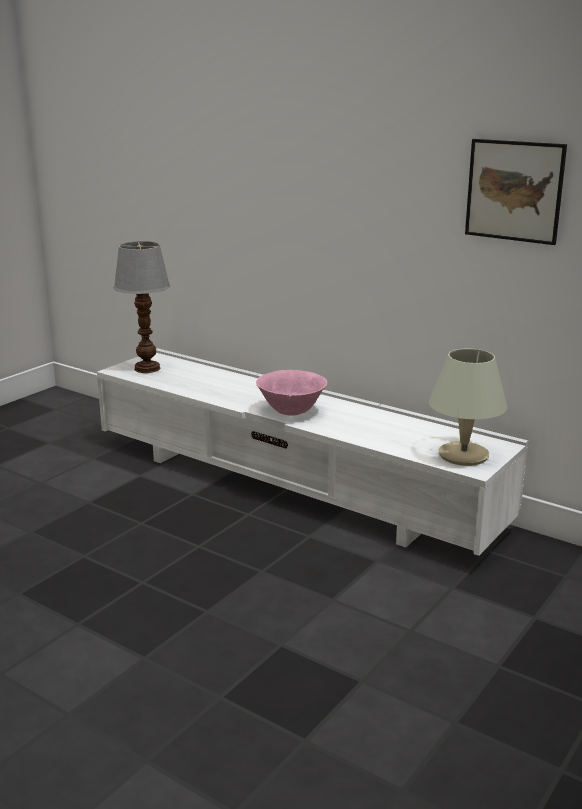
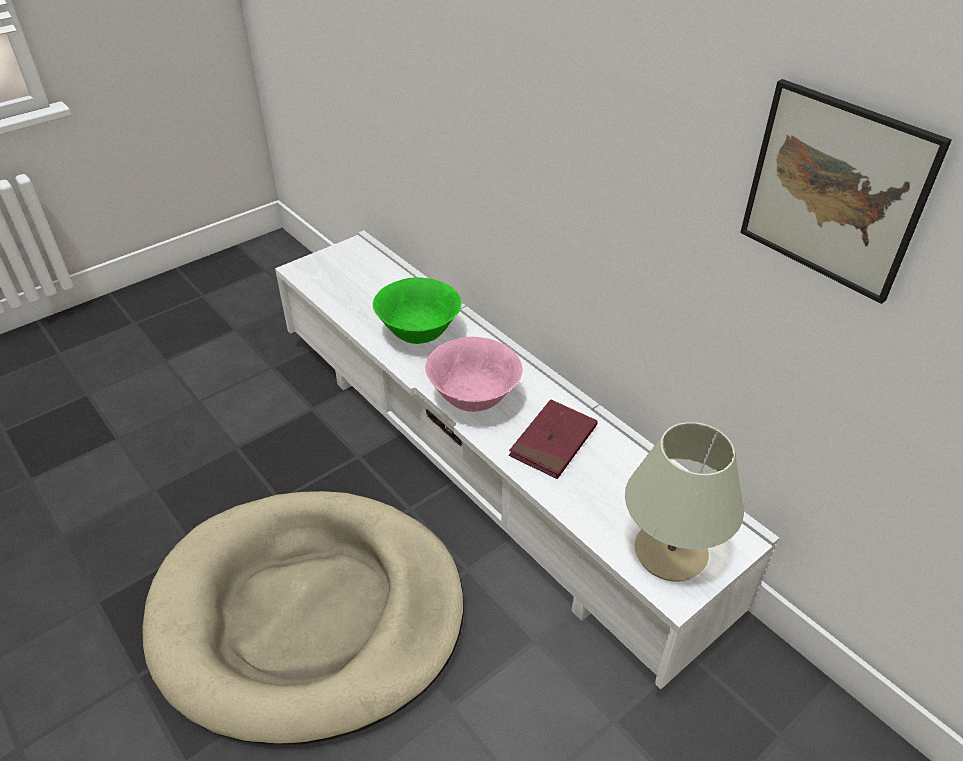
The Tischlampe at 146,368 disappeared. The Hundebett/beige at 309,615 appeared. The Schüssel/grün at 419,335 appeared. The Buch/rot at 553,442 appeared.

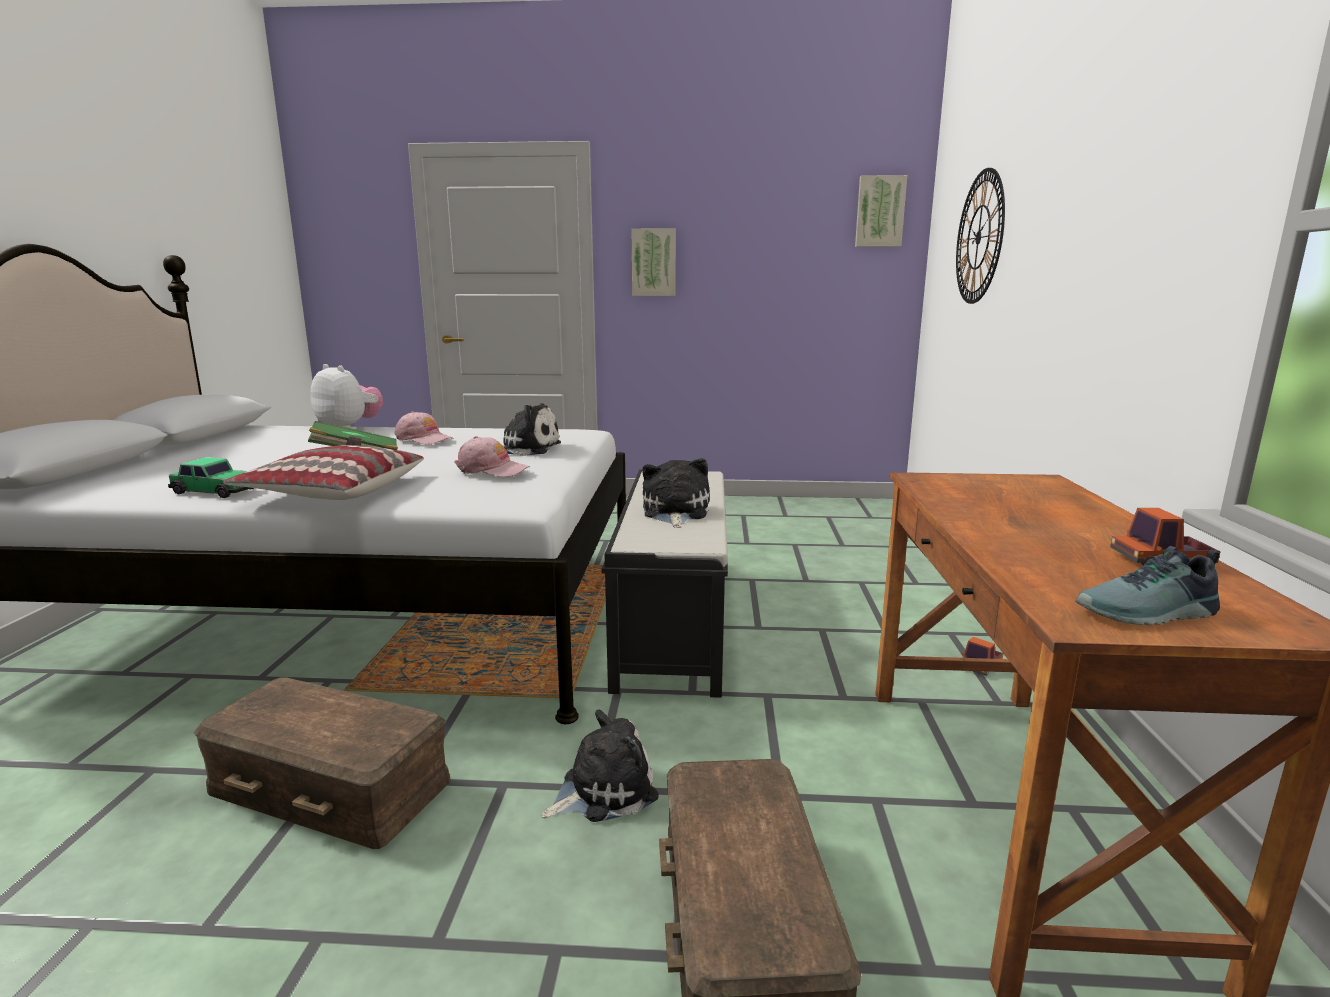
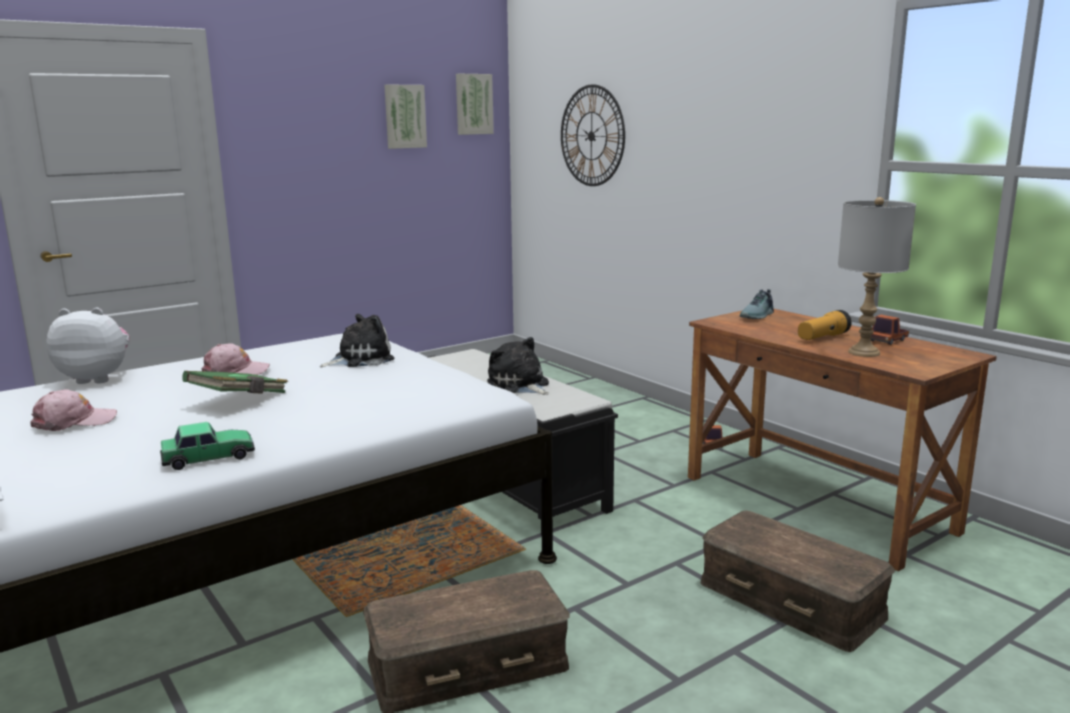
The Kissen at 332,491 disappeared. The Kappe/rosa moved from 492,470 to 74,421. The Plüschtier at 603,790 disappeared. The Bild moved from 653,262 to 404,116. The Schuh moved from 1150,614 to 758,316. The Taschenlampe at 822,337 appeared. The Tischlampe/grau at 863,352 appeared.

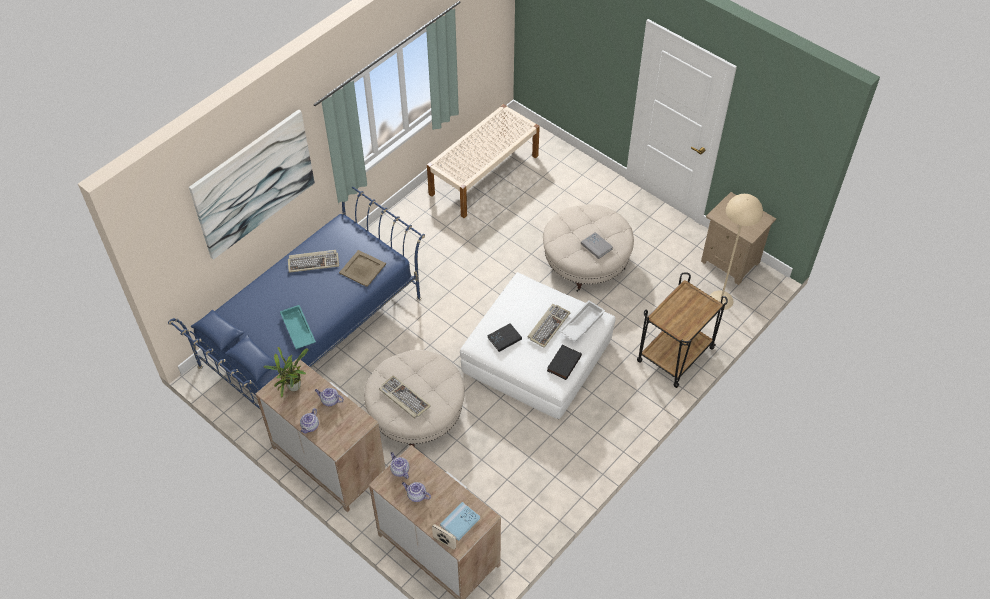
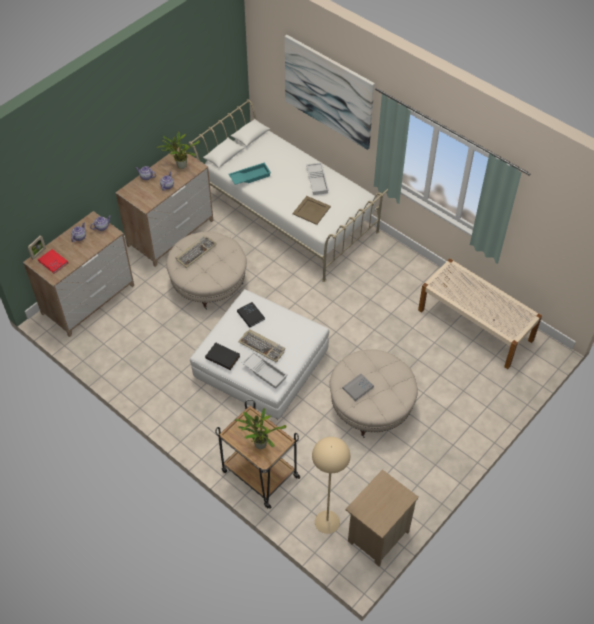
The Bett/blau at 312,332 became the Bett/weiß at 288,215. The Tastatur at 314,262 was replaced by the Tablett/weiß at 317,181. The Buch/blau at 460,522 became the Buch/rot at 53,262. The Topfpflanze at 259,443 appeared.

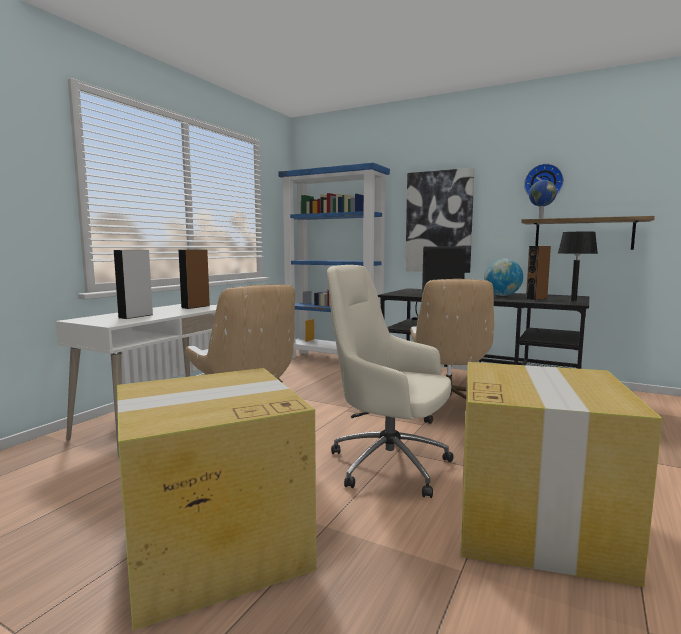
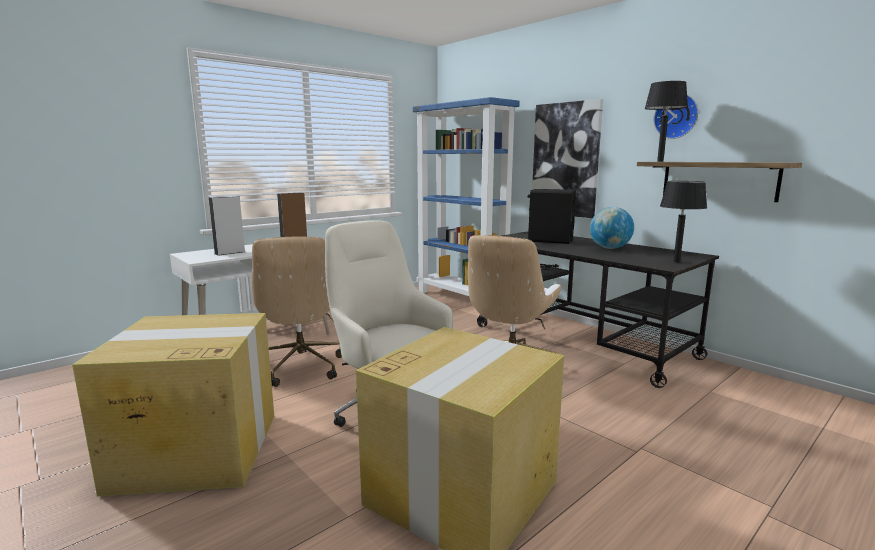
The Lautsprecher/braun at 536,299 disappeared. The Globus at 540,218 was replaced by the Tischlampe/schwarz at 660,161.

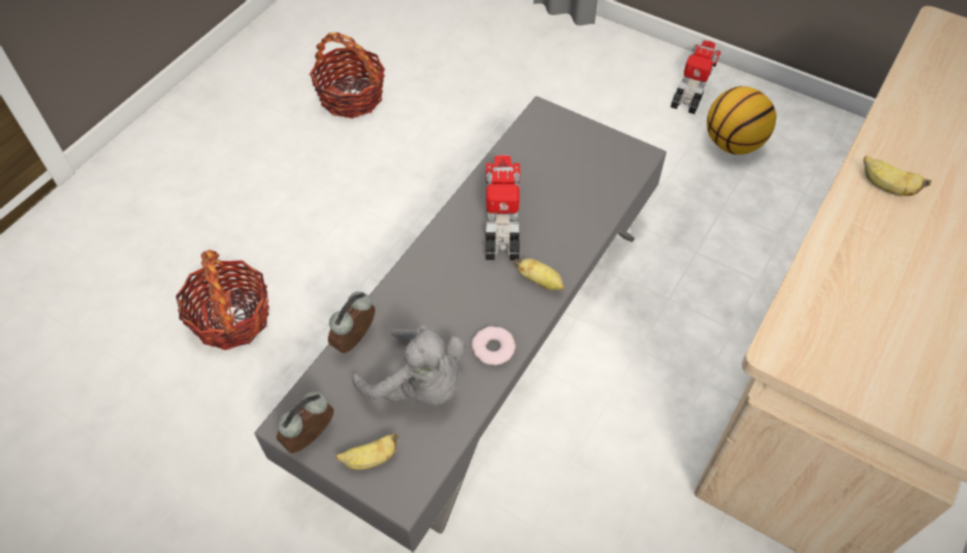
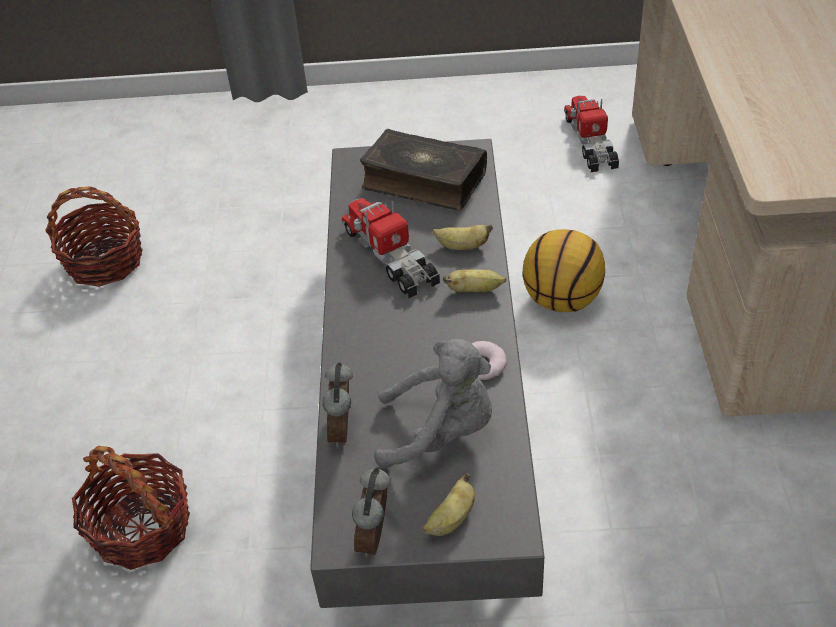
The Spielzeuglaster moved from 694,84 to 590,142. The Basketball moved from 733,143 to 562,299. The Banane moved from 886,187 to 462,246. The Buch at 423,181 appeared.

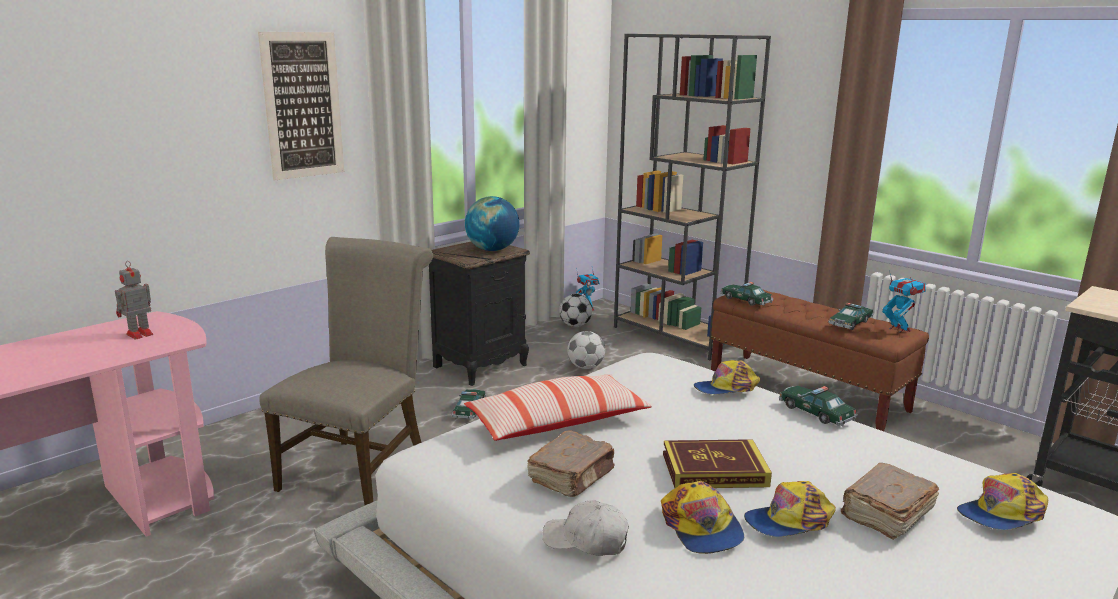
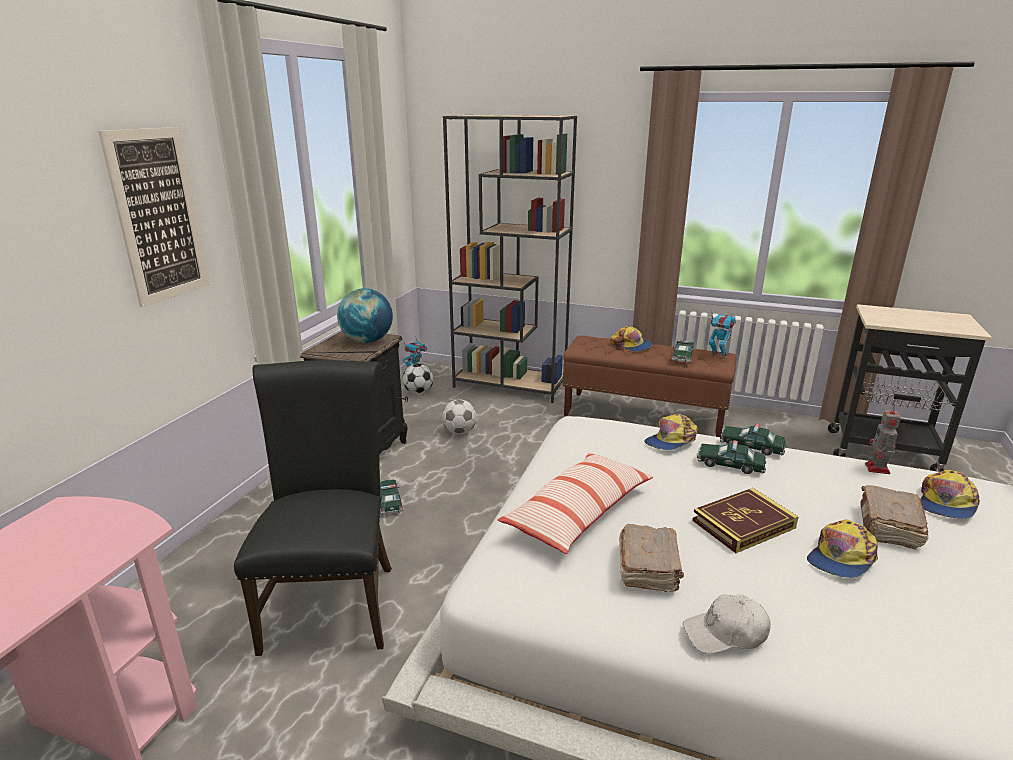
The Spielzeugroboter moved from 138,335 to 877,469. The Stuhl/beige at 360,470 became the Stuhl/schwarz at 332,601. The Kappe moved from 701,527 to 631,345. The Spielzeugauto moved from 745,300 to 730,465.

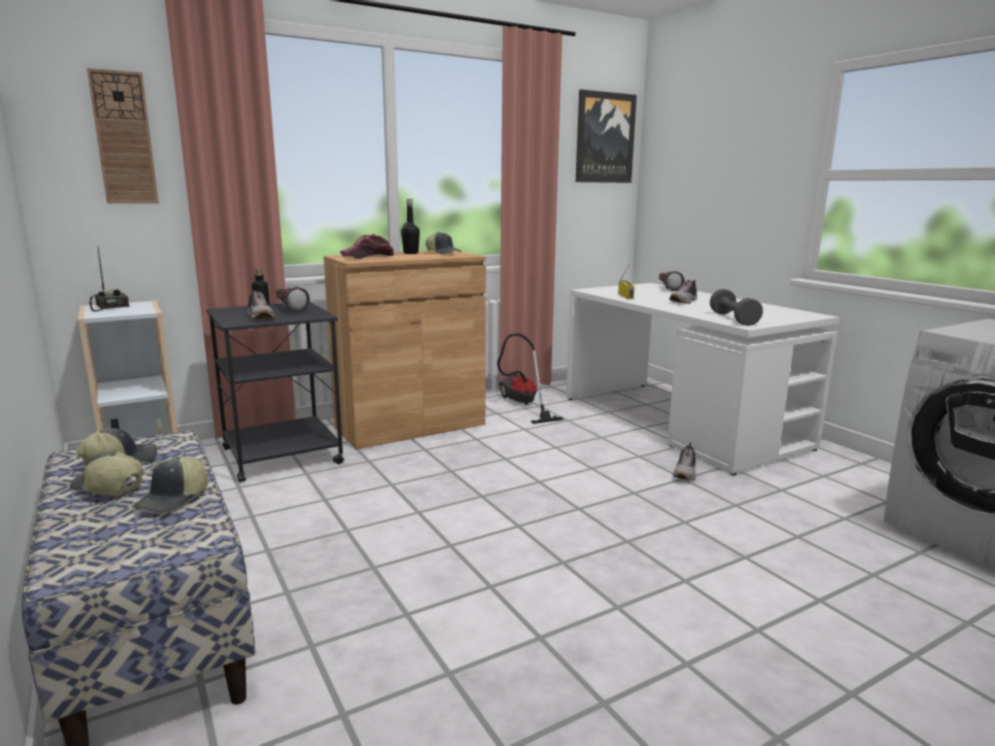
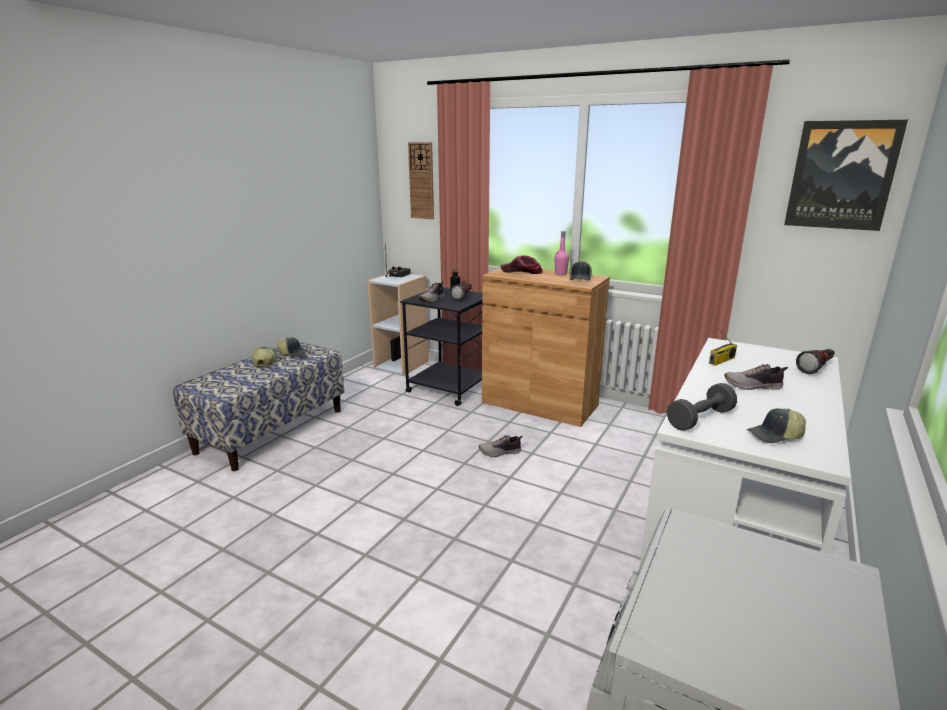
The Kappe moved from 174,499 to 775,436. The Flasche/schwarz at 411,253 became the Flasche/rosa at 560,274. The Staubsauger at 522,404 disappeared. The Schuh moved from 685,473 to 500,452.

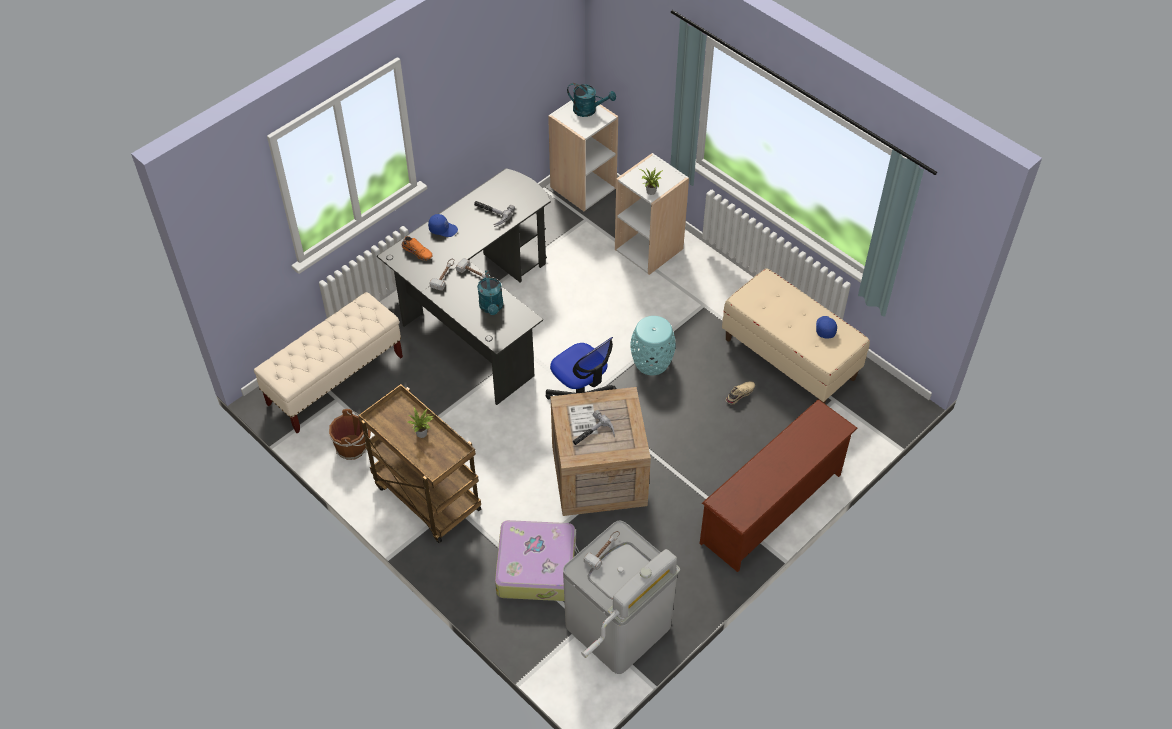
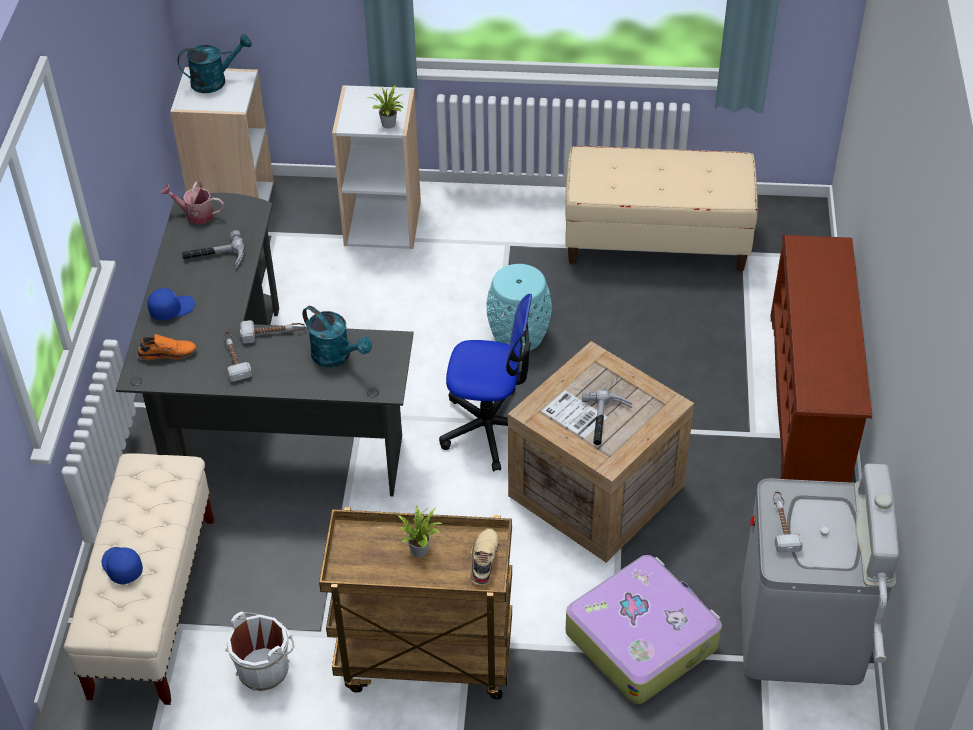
The Eimer/braun at 353,447 became the Eimer/weiß at 265,668. The Schuh/beige moved from 739,394 to 483,560. The Kappe/blau moved from 825,328 to 121,567. The Gießkanne at 196,214 appeared.

